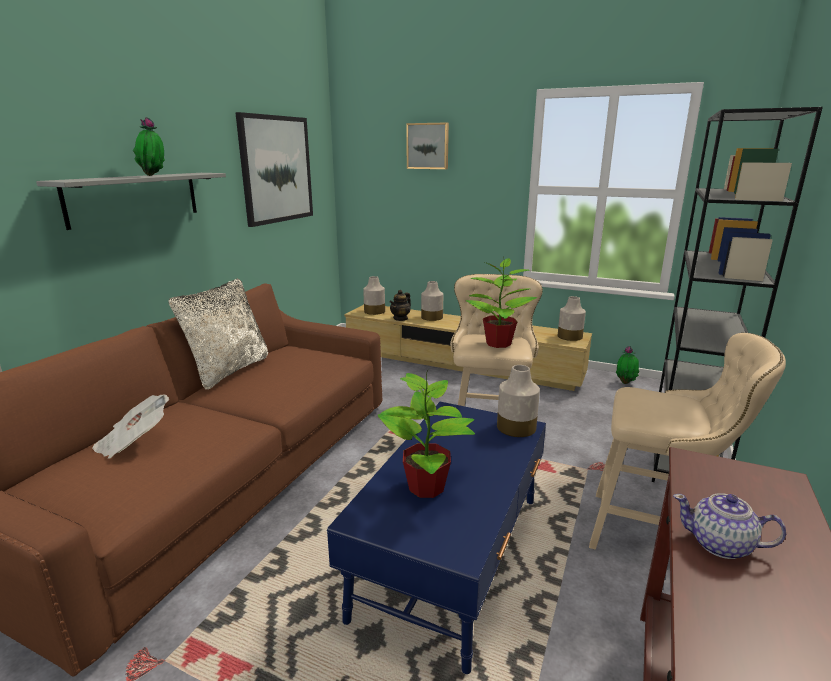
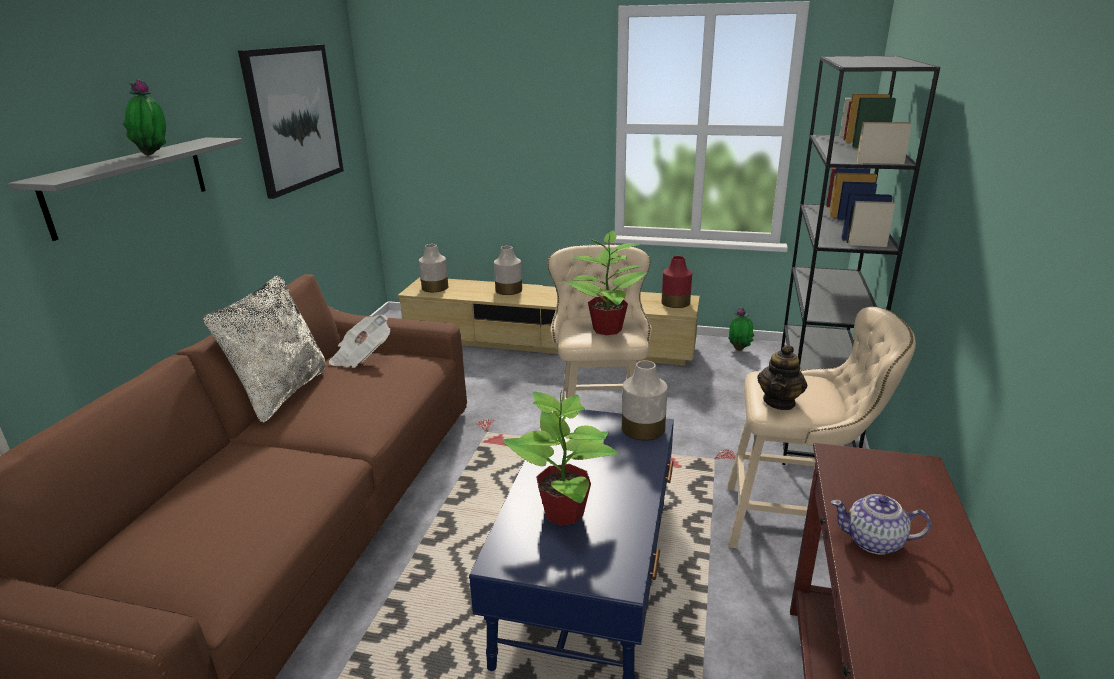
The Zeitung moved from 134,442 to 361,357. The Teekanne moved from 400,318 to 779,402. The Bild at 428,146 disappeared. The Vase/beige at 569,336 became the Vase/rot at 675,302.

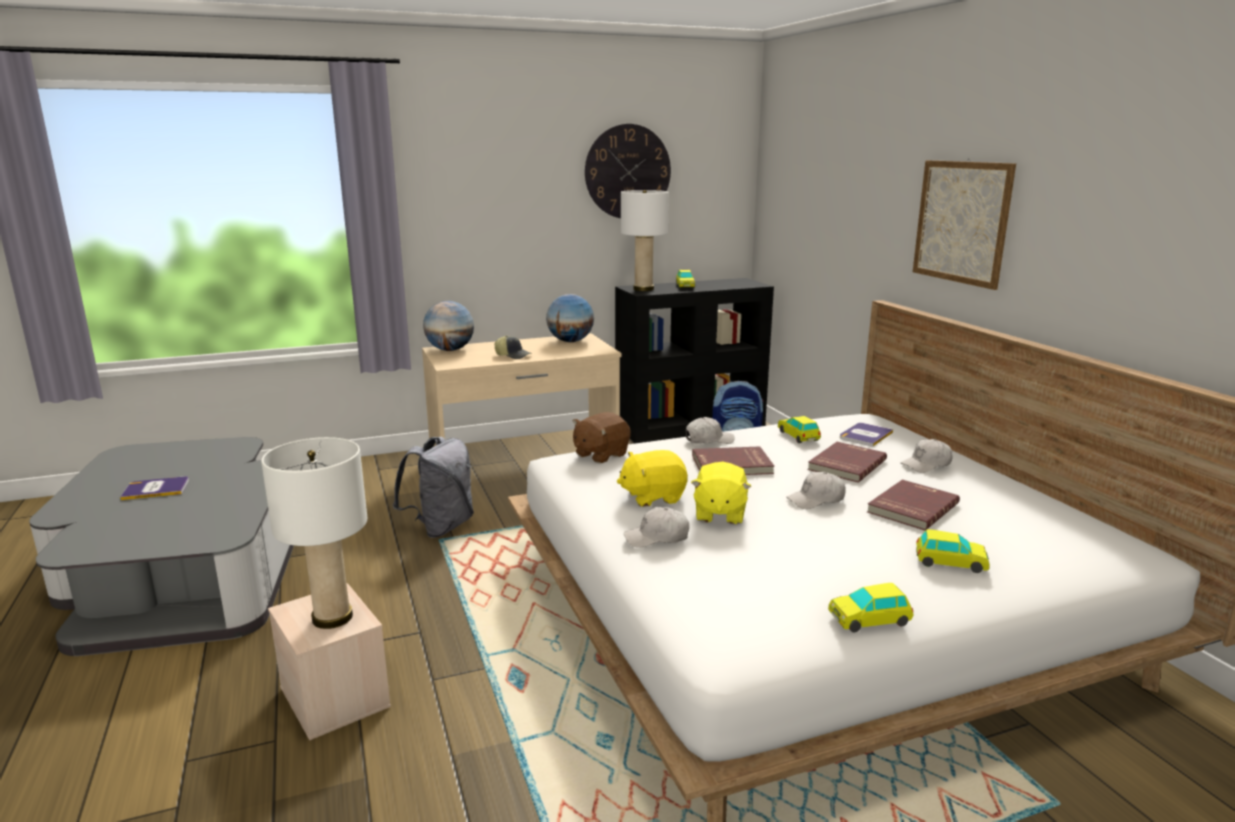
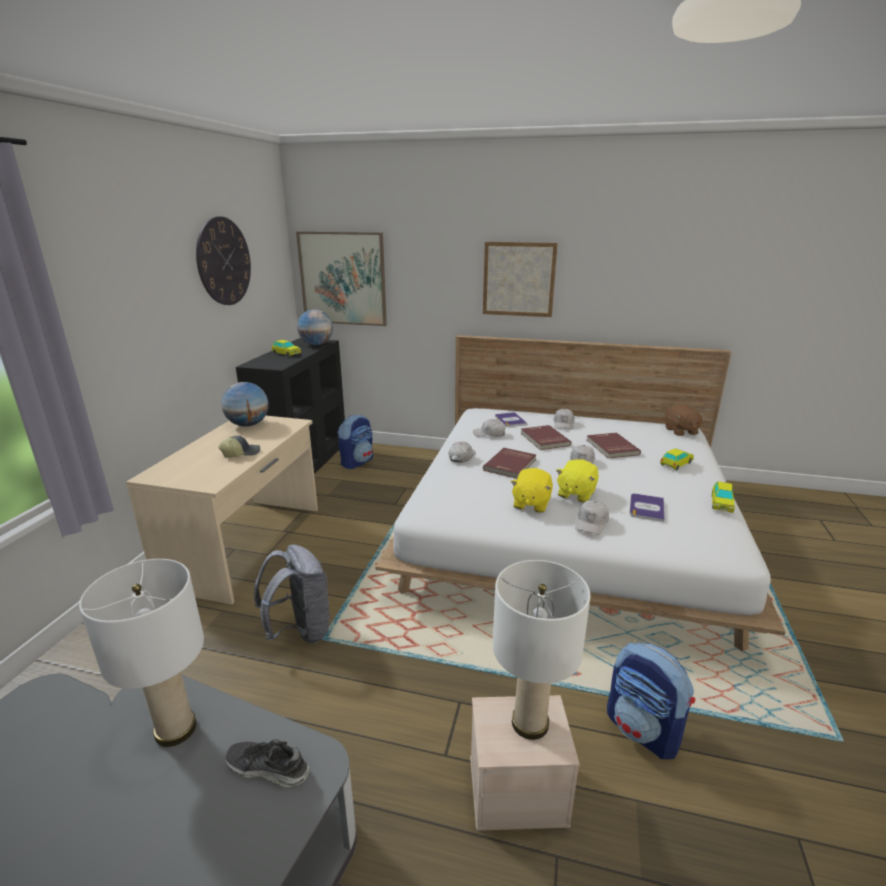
The Buch moved from 156,489 to 646,508. The Globus moved from 450,350 to 316,344. The Plüschtier/braun moved from 600,455 to 680,431. The Tischlampe/weiß moved from 643,289 to 176,730. The Plüschtier/gelb at 719,514 turned 75 degrees clockwise. The Spielzeugauto at 798,436 was replaced by the Kappe/weiß at 489,434. The Schuh at 268,768 appeared. The Bild at 343,279 appeared. The Rucksack at 643,730 appeared.

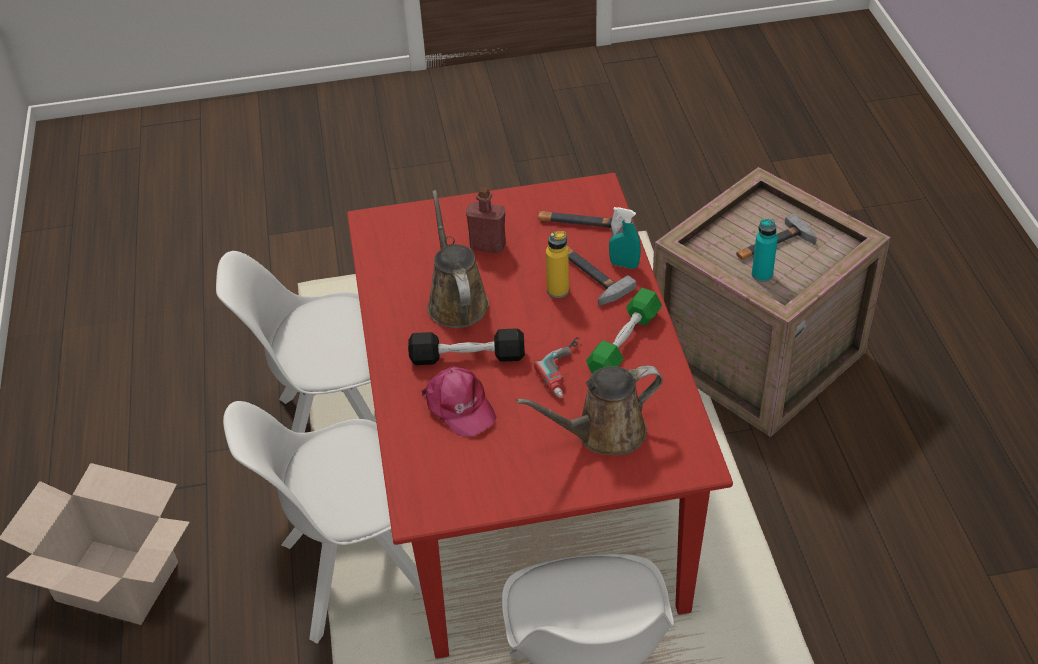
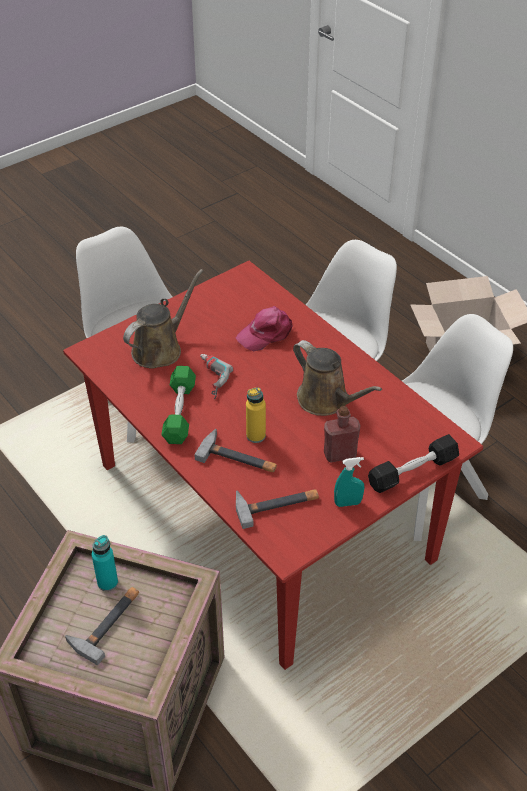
The Hantel/schwarz moved from 467,357 to 413,471. The Kappe/rosa at 459,406 turned 60 degrees counterclockwise. The Sprühflasche/türkis moved from 624,265 to 348,503.

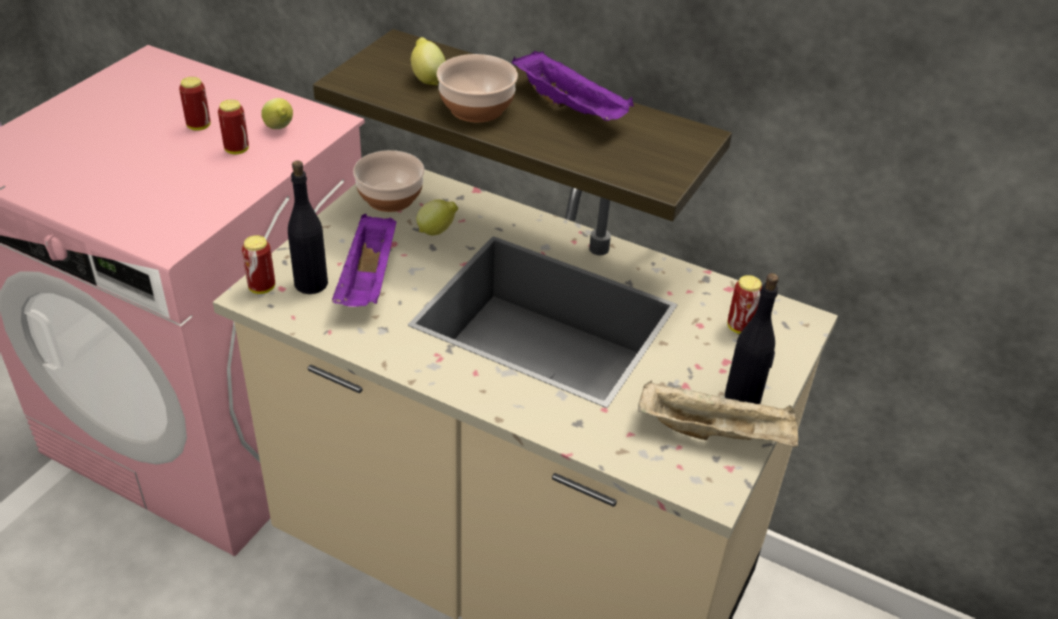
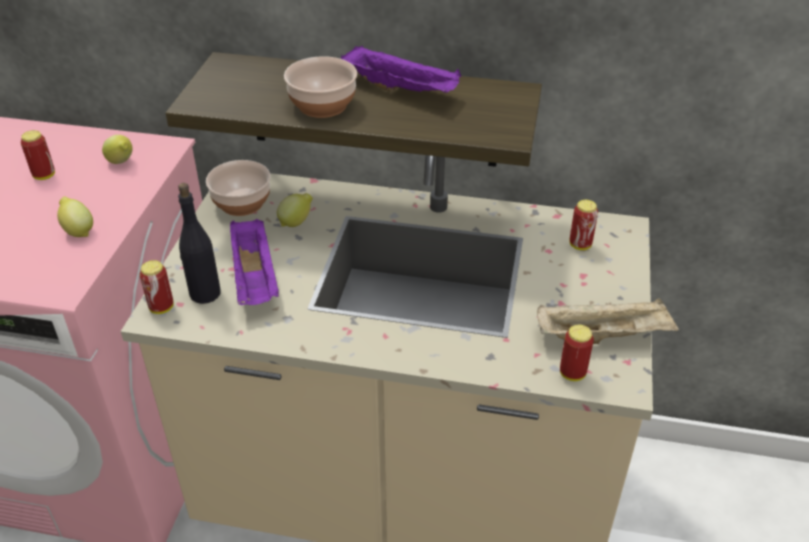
The Dose moved from 237,150 to 572,373. The Zitrone moved from 427,79 to 78,231. The Flasche/schwarz at 743,398 disappeared.

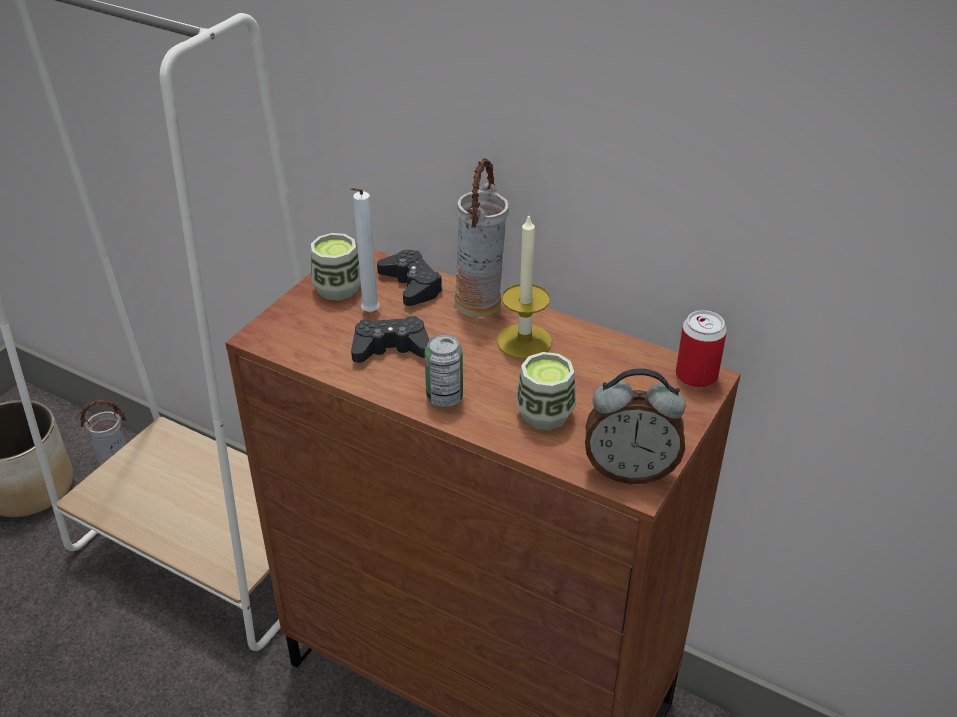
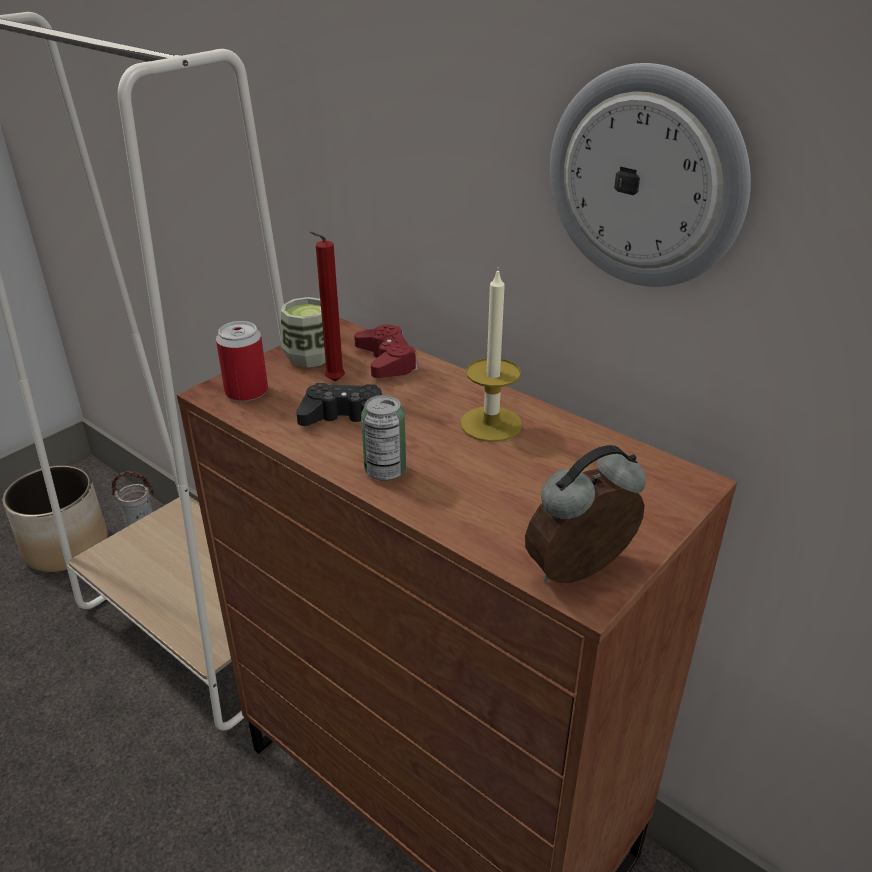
The Kerze/weiß at 368,314 became the Kerze/rot at 332,382. The Gamepad/schwarz at 411,285 became the Gamepad/rot at 386,360. The Vase at 480,304 disappeared. The Tasse at 545,414 disappeared. The Wecker at 630,470 turned 135 degrees clockwise. The Dose moved from 696,376 to 246,392. The Wanduhr at 646,179 appeared.

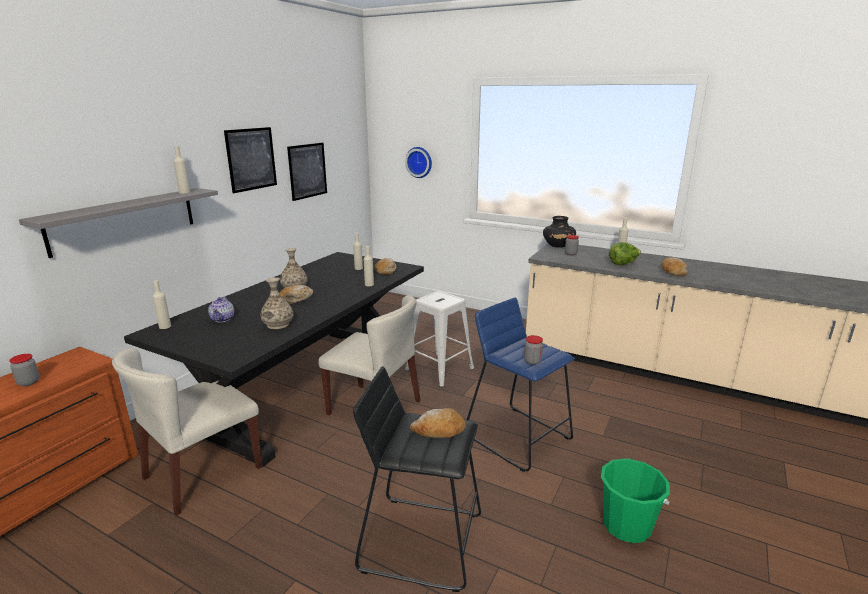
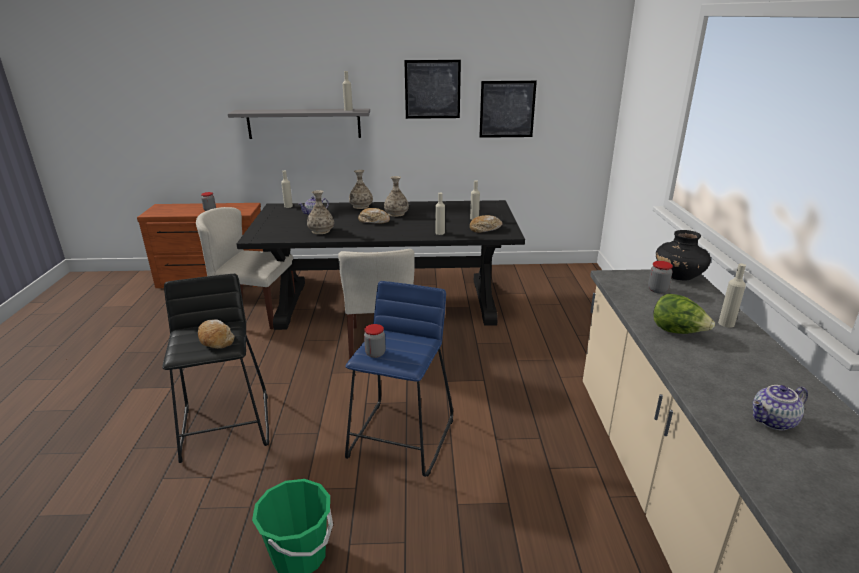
The Wanduhr at 419,162 disappeared. The Hocker/weiß at 439,369 disappeared. The Brot at 672,271 disappeared. The Vase at 361,206 appeared. The Teekanne at 773,421 appeared.

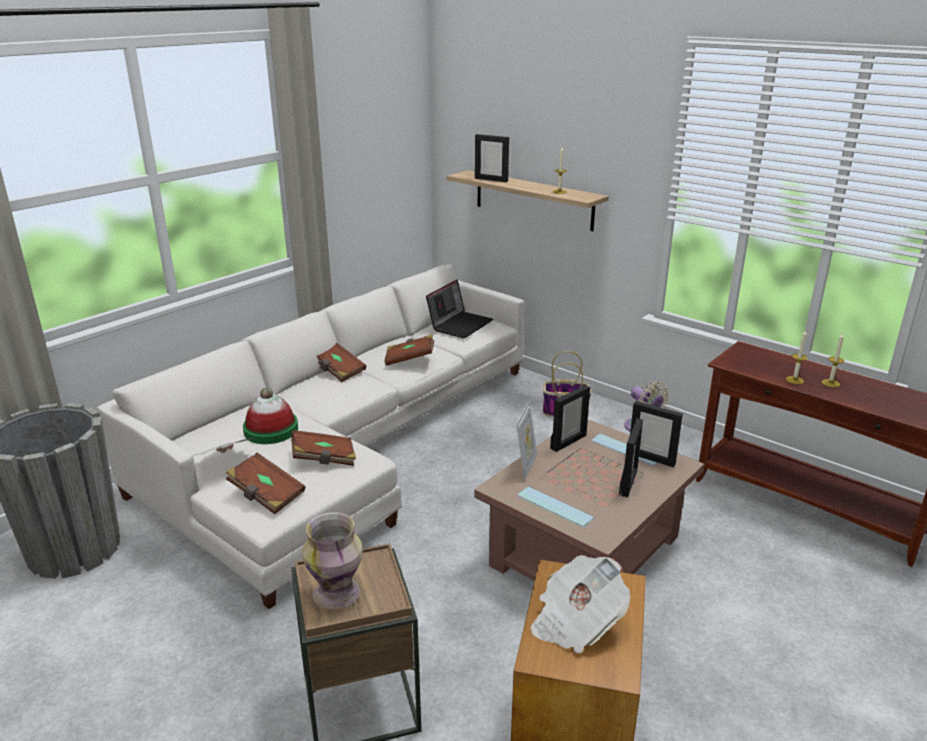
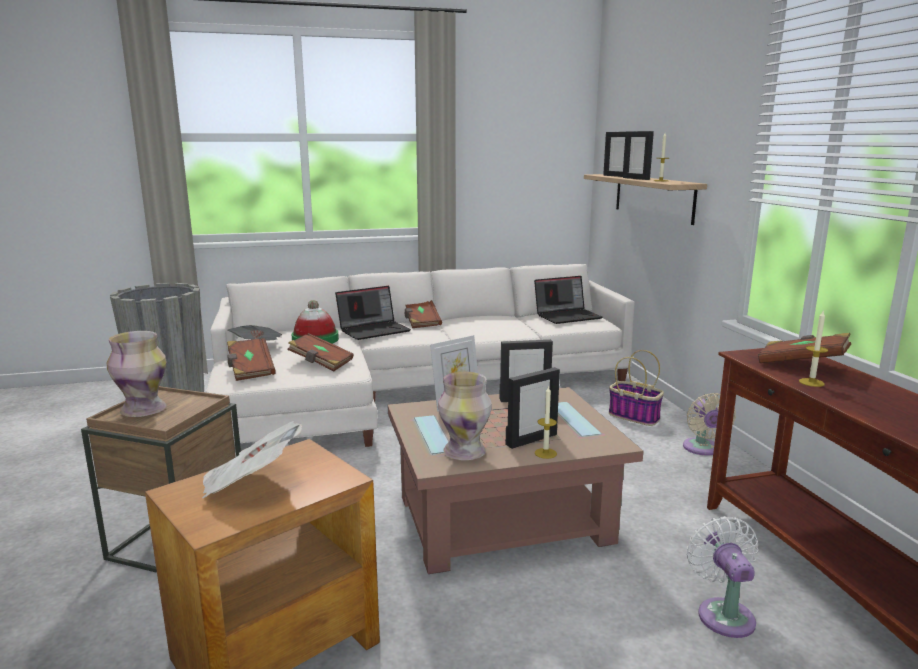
The Buch/braun moved from 409,359 to 801,364. The Bilderrahmen moved from 651,458 to 636,178. The Kerze moved from 830,383 to 545,453. The Laptop at 374,330 appeared. The Vase at 465,452 appeared. The Ventilator/weiß at 723,613 appeared.

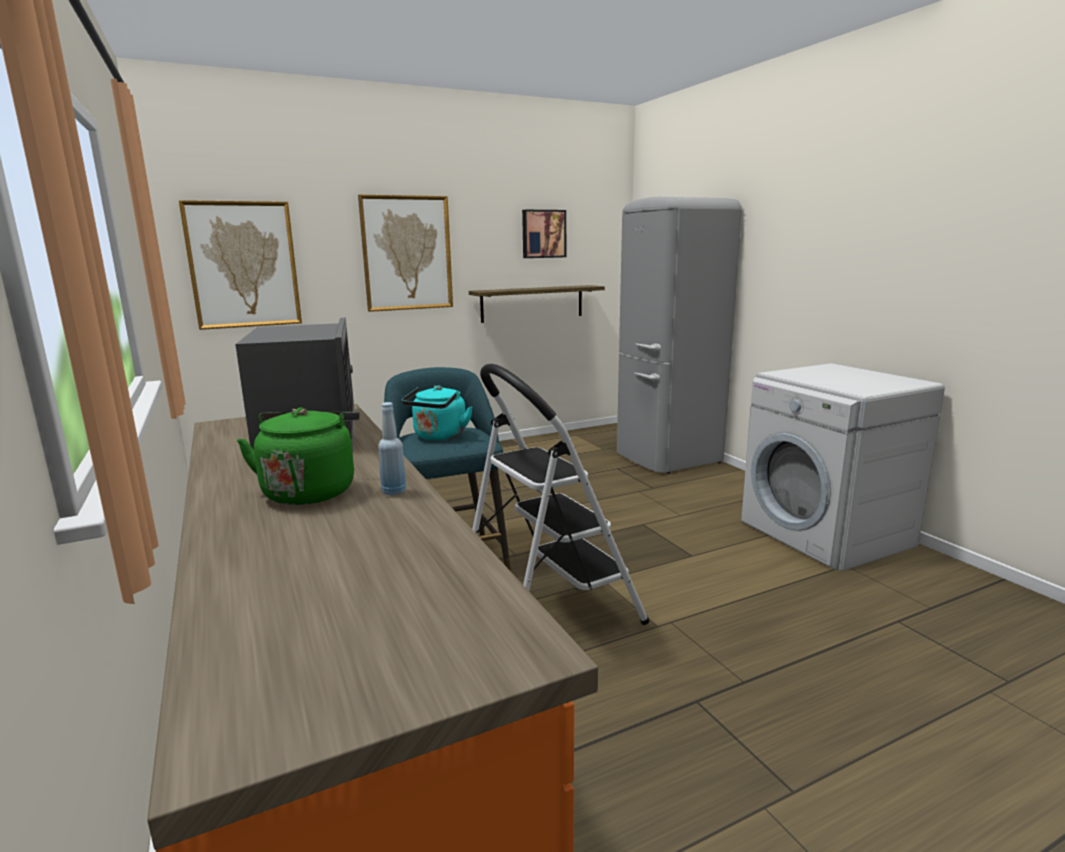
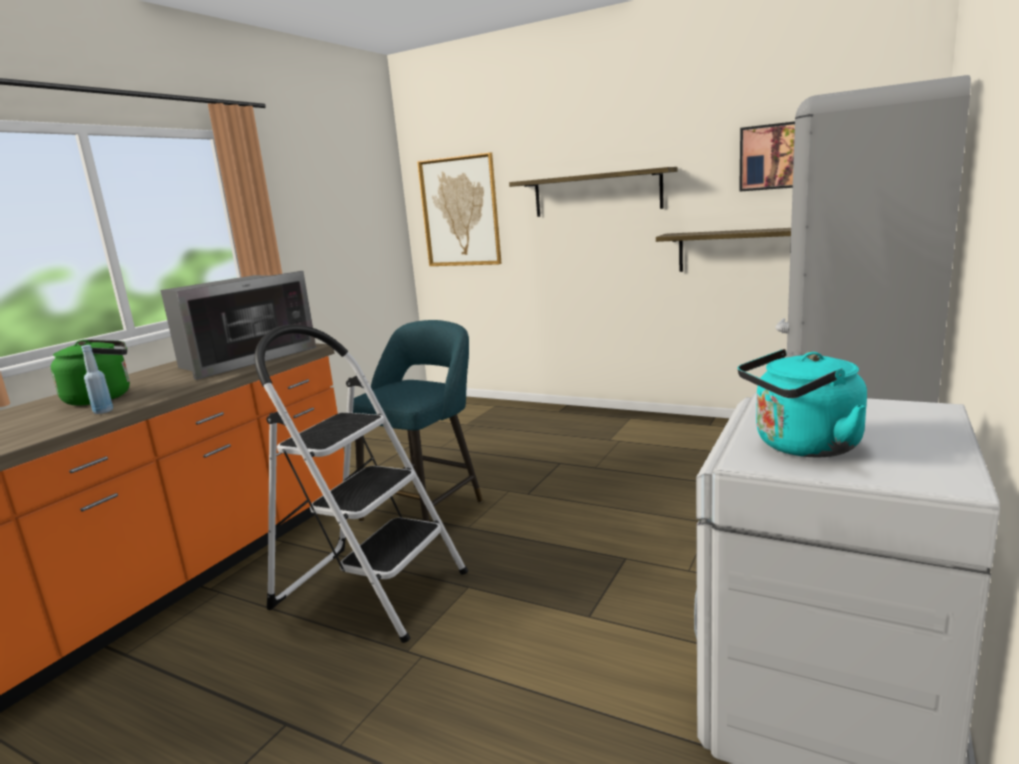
The Bild at 407,253 was replaced by the Wandregal at 596,193. The Wasserkessel/türkis moved from 439,437 to 801,447.

